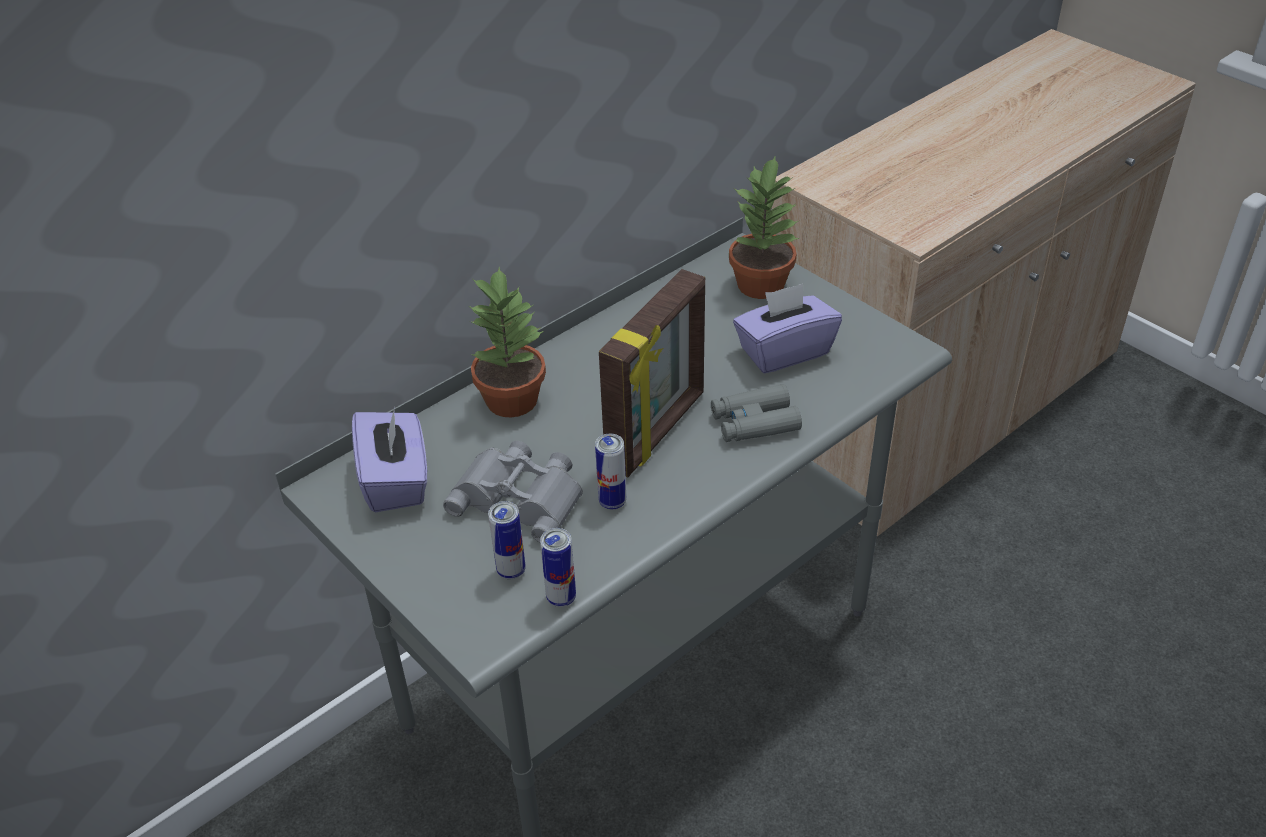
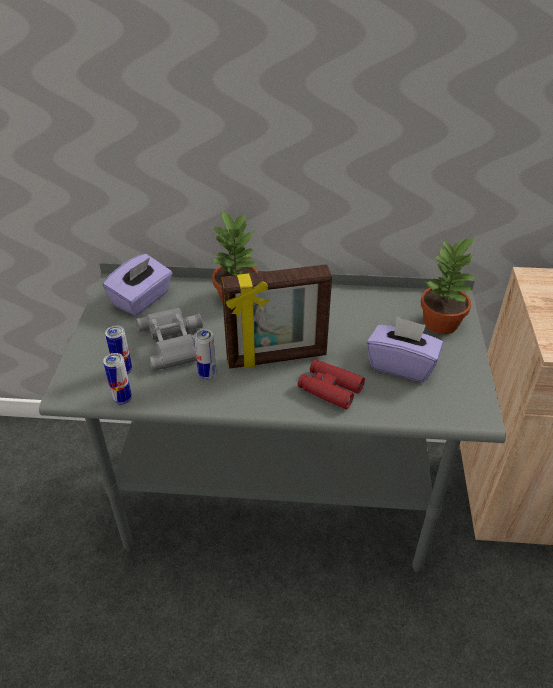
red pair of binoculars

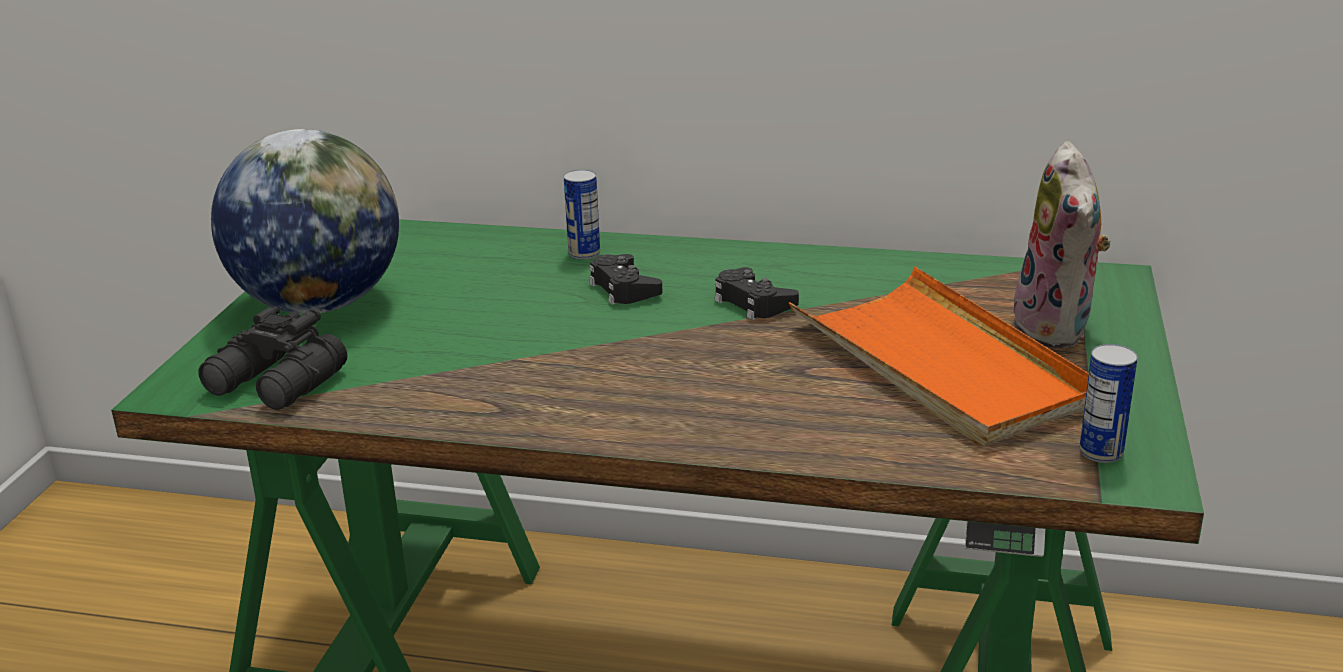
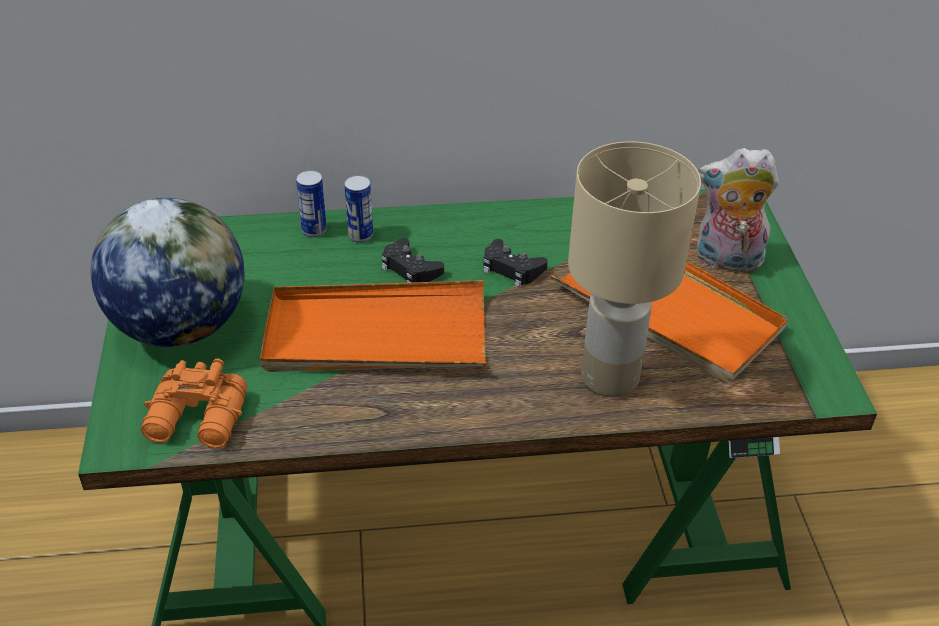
orange-coloured pair of binoculars
soft toy
metal can (1st from left)
orange-coloured serving tray (1st from left)
sand-coloured tabletop lamp

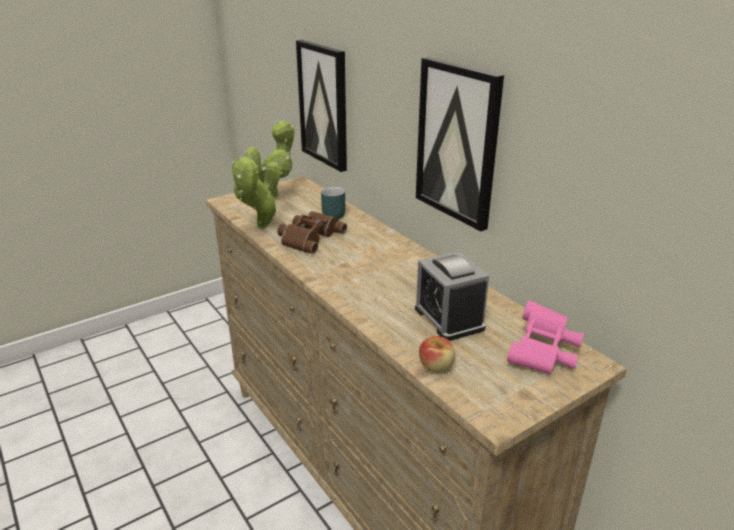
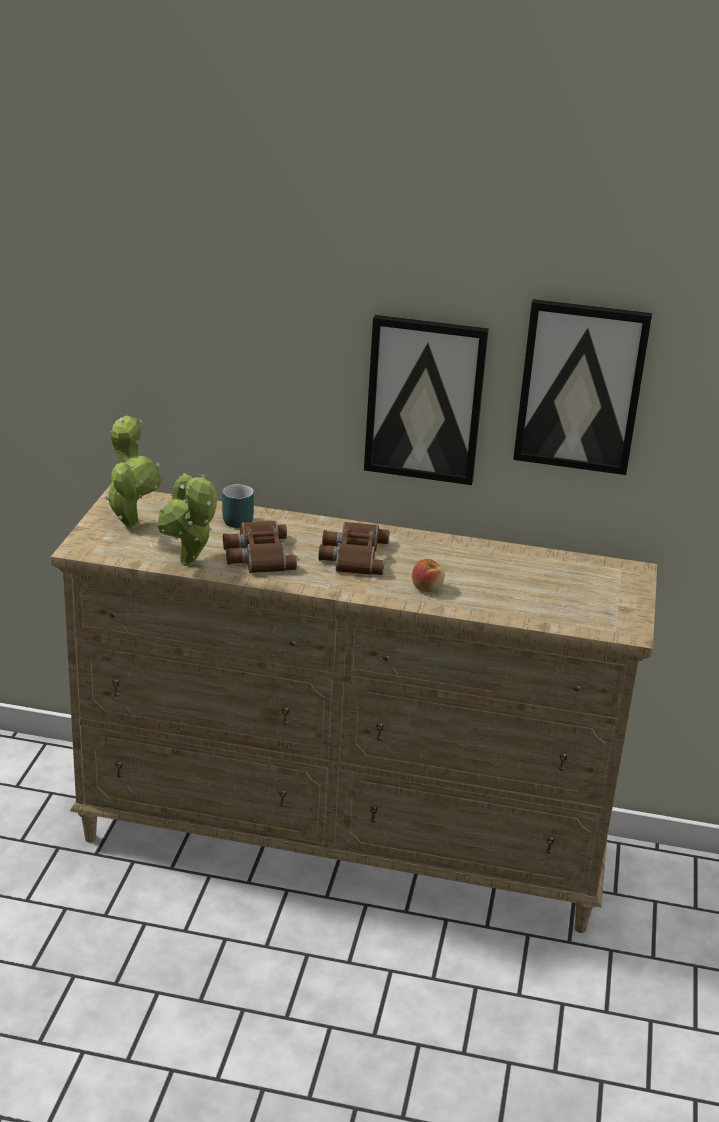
picture (2nd from left)
bedside clock
apple fruit
pink-coloured pair of binoculars
brown pair of binoculars (2nd from left)

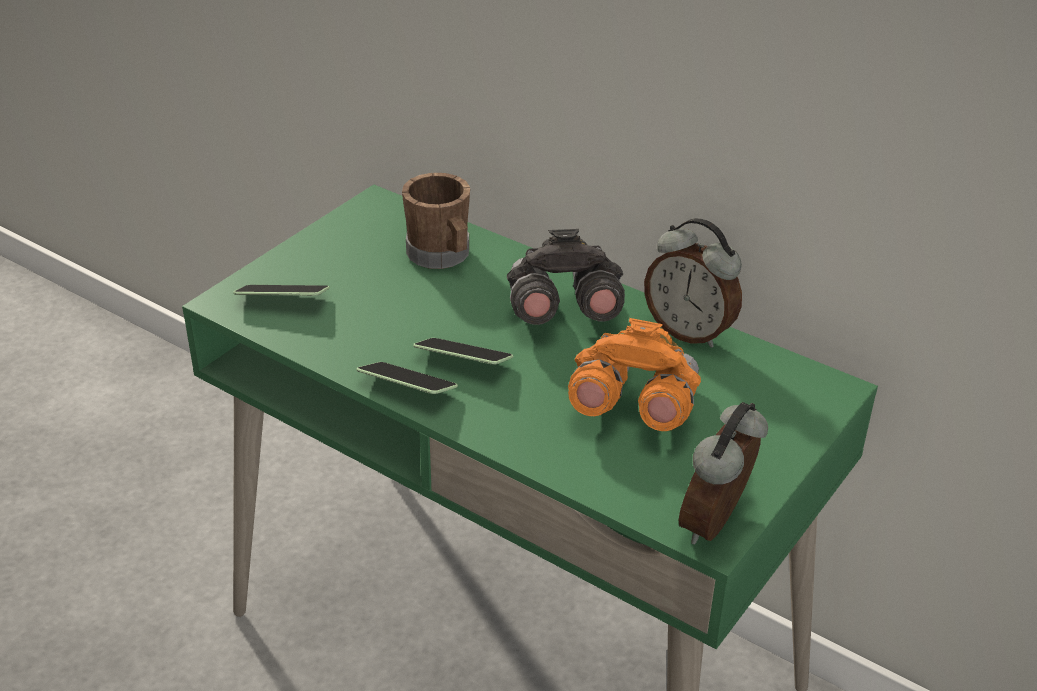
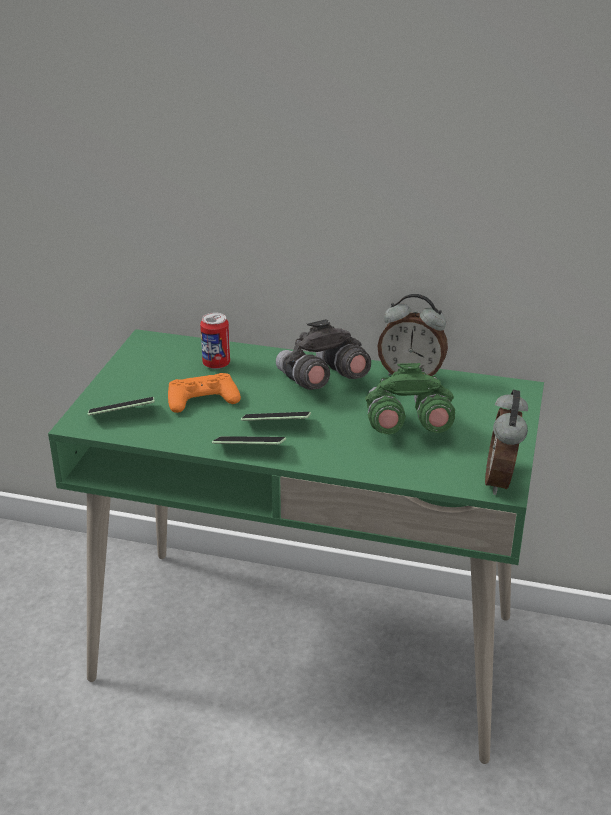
metal can
green pair of binoculars
orange-coloured gamepad

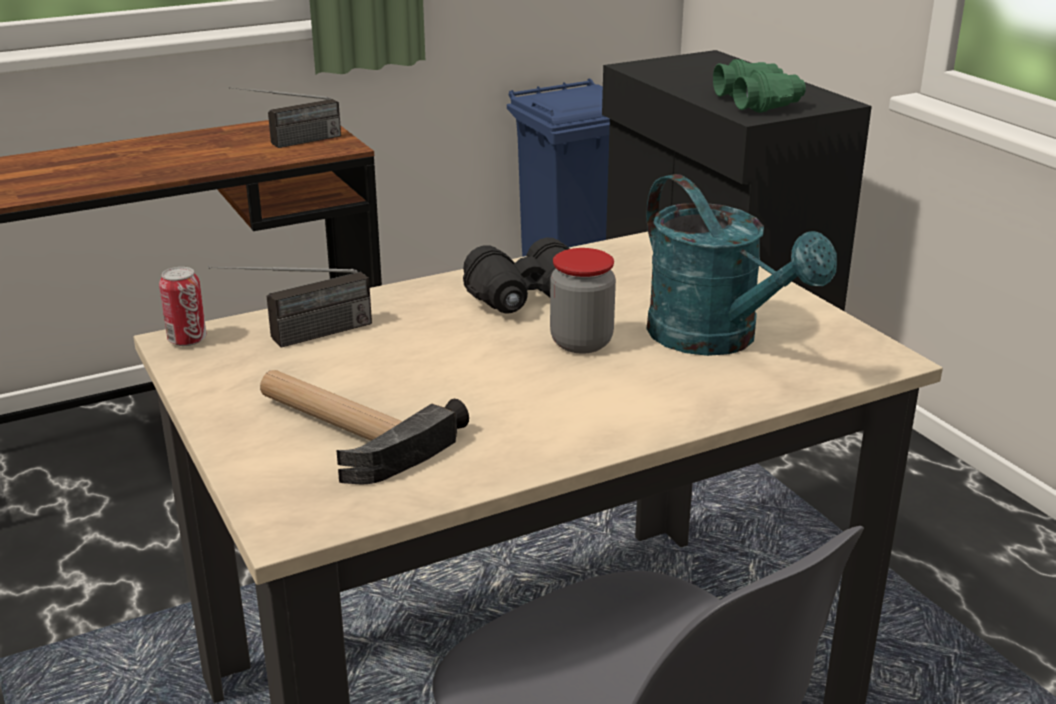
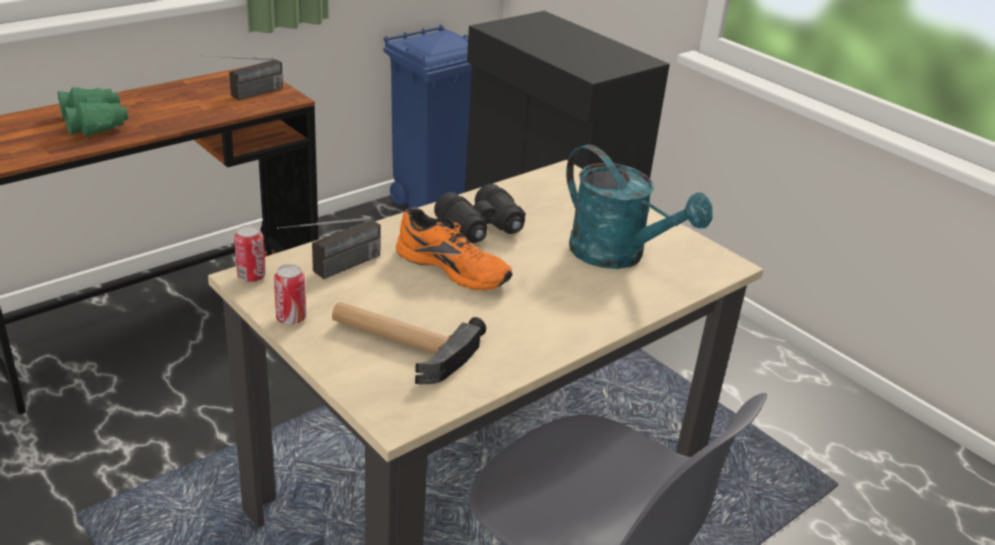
storage jar
green pair of binoculars
metal can (2nd from left)
orange-coloured item of footwear

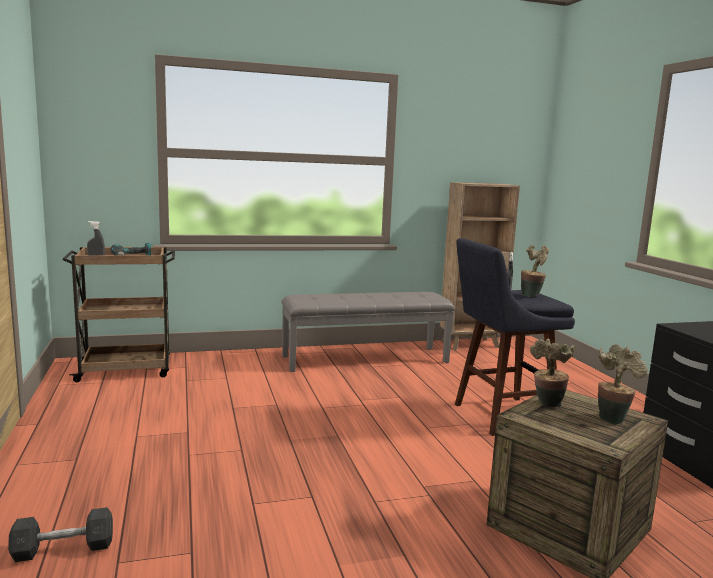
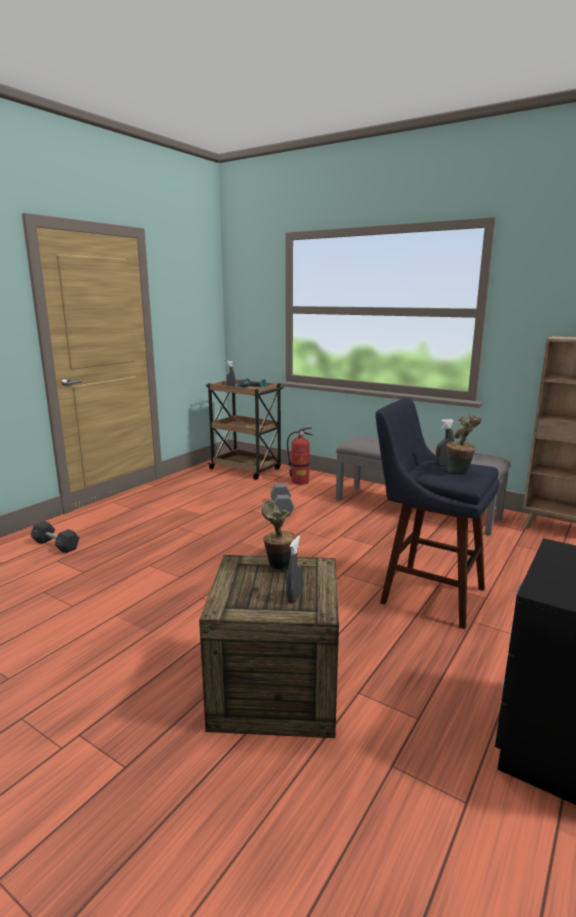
grey hand sprayer (2nd from left)
grey dumbbell (2nd from left)
fire extinguisher

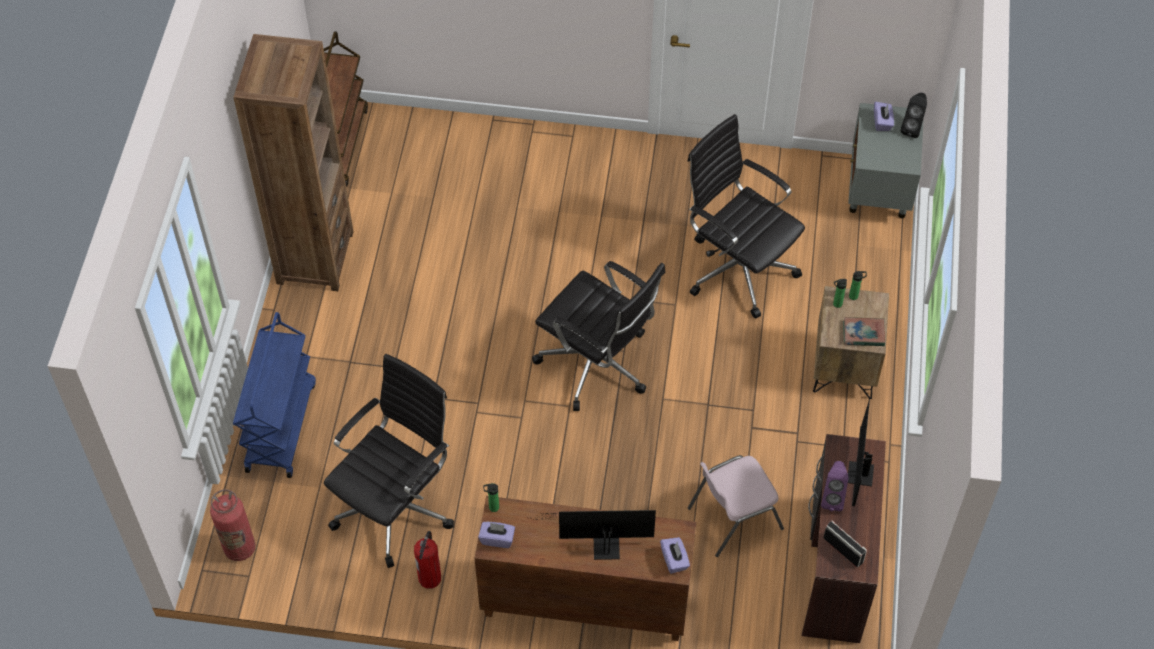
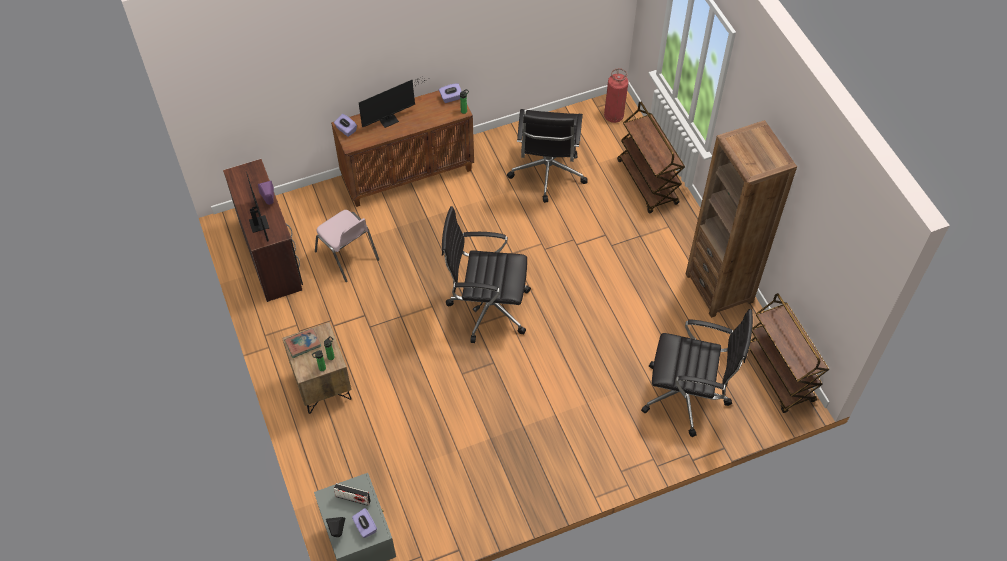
brown cart (1st from left)
fire extinguisher (2nd from left in the first image)
black-coloured computer chair (3rd from left)
pink-coloured plain chair
radio set

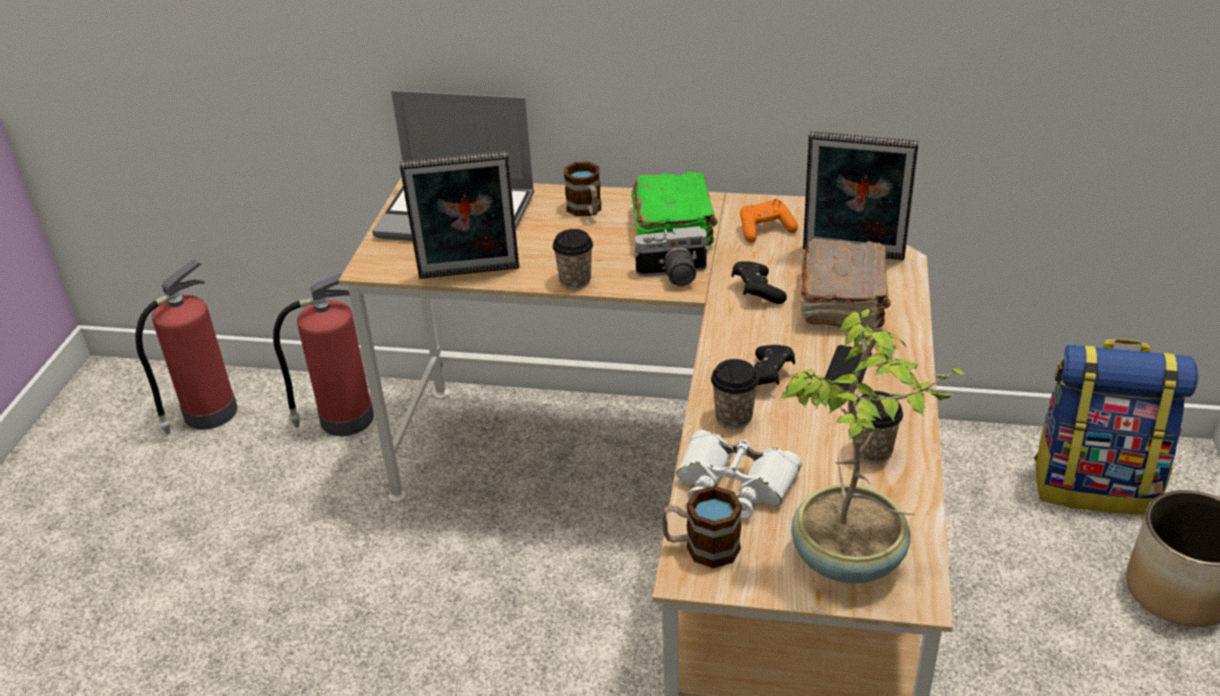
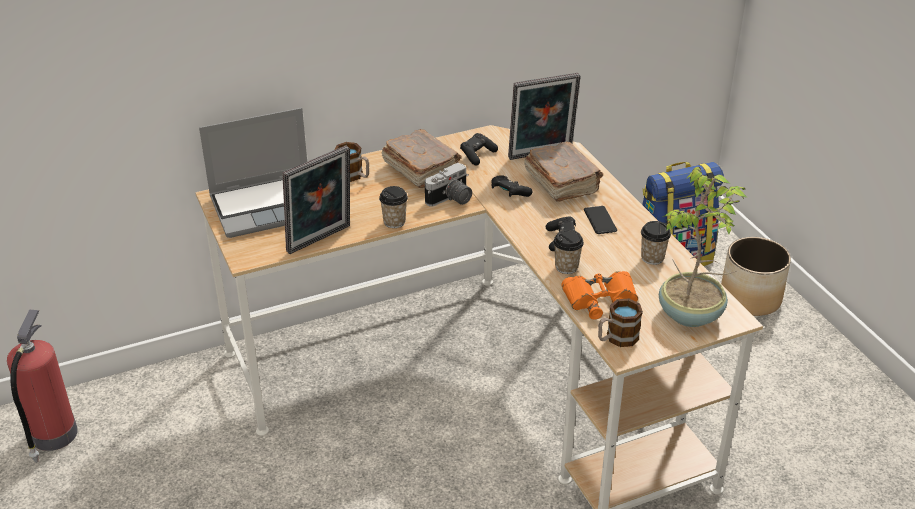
fire extinguisher (2nd from left in the first image)
brown book (1st from left)
orange-coloured pair of binoculars
black-coloured gamepad (1st from left)

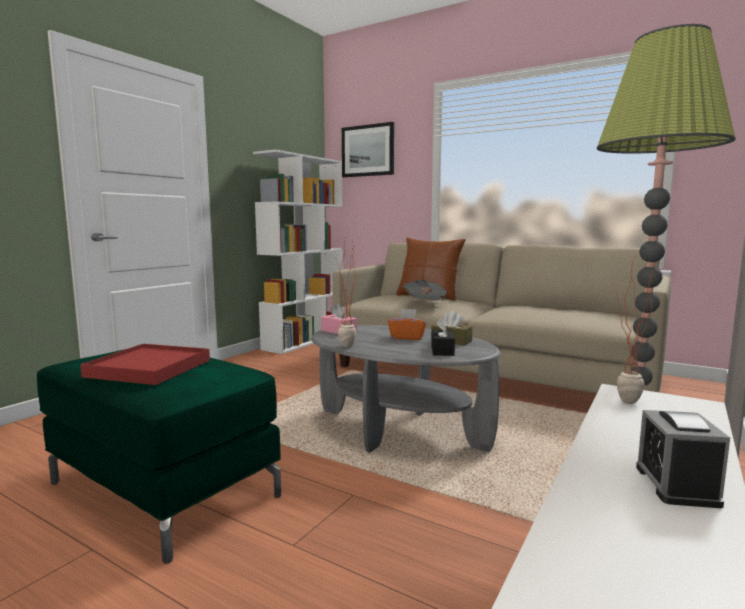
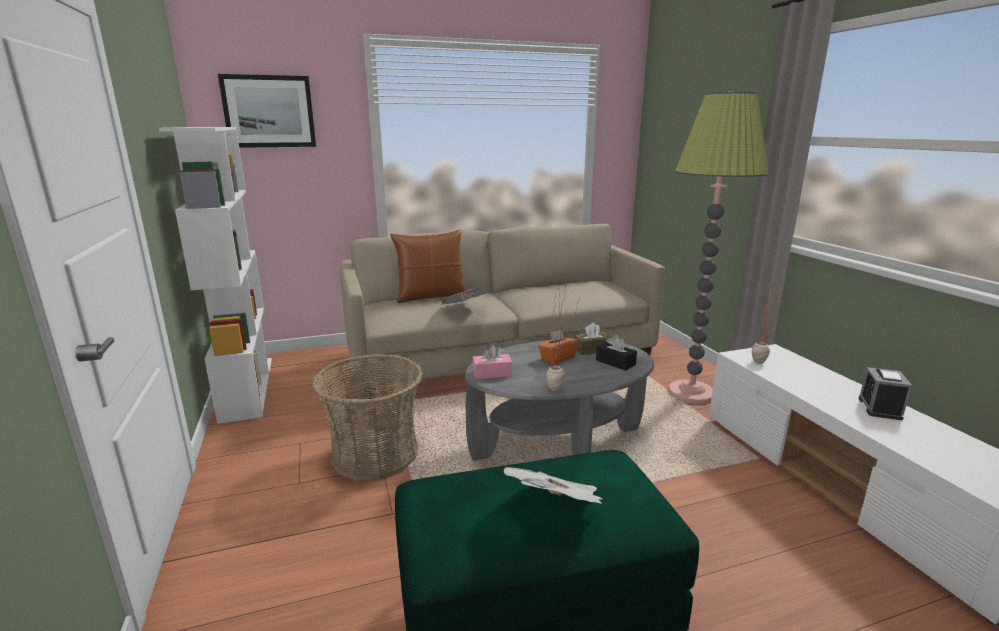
newspaper (2nd from left)
bedside clock
storage basket

